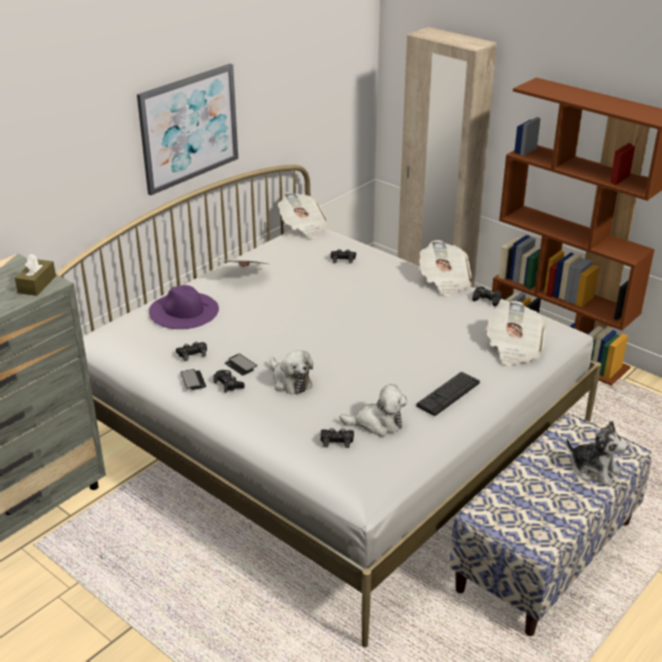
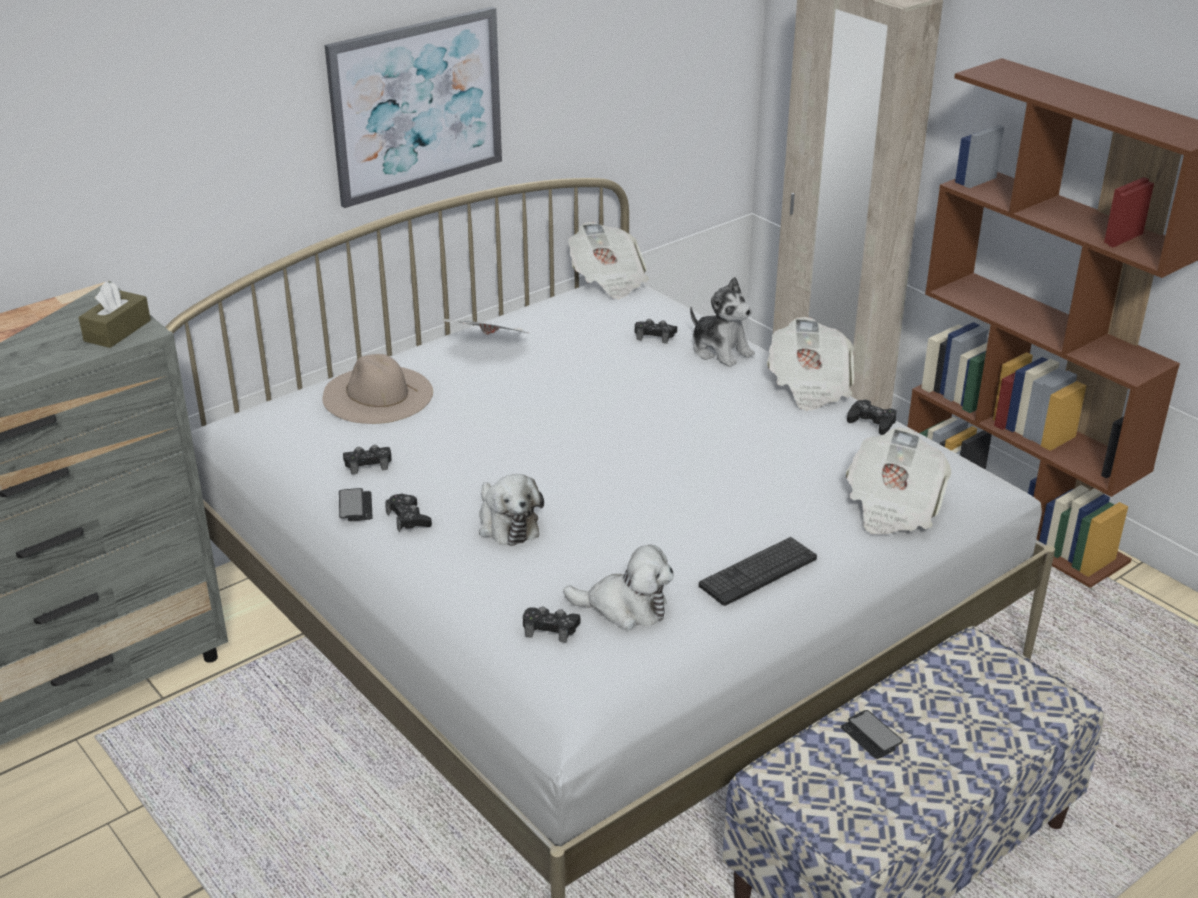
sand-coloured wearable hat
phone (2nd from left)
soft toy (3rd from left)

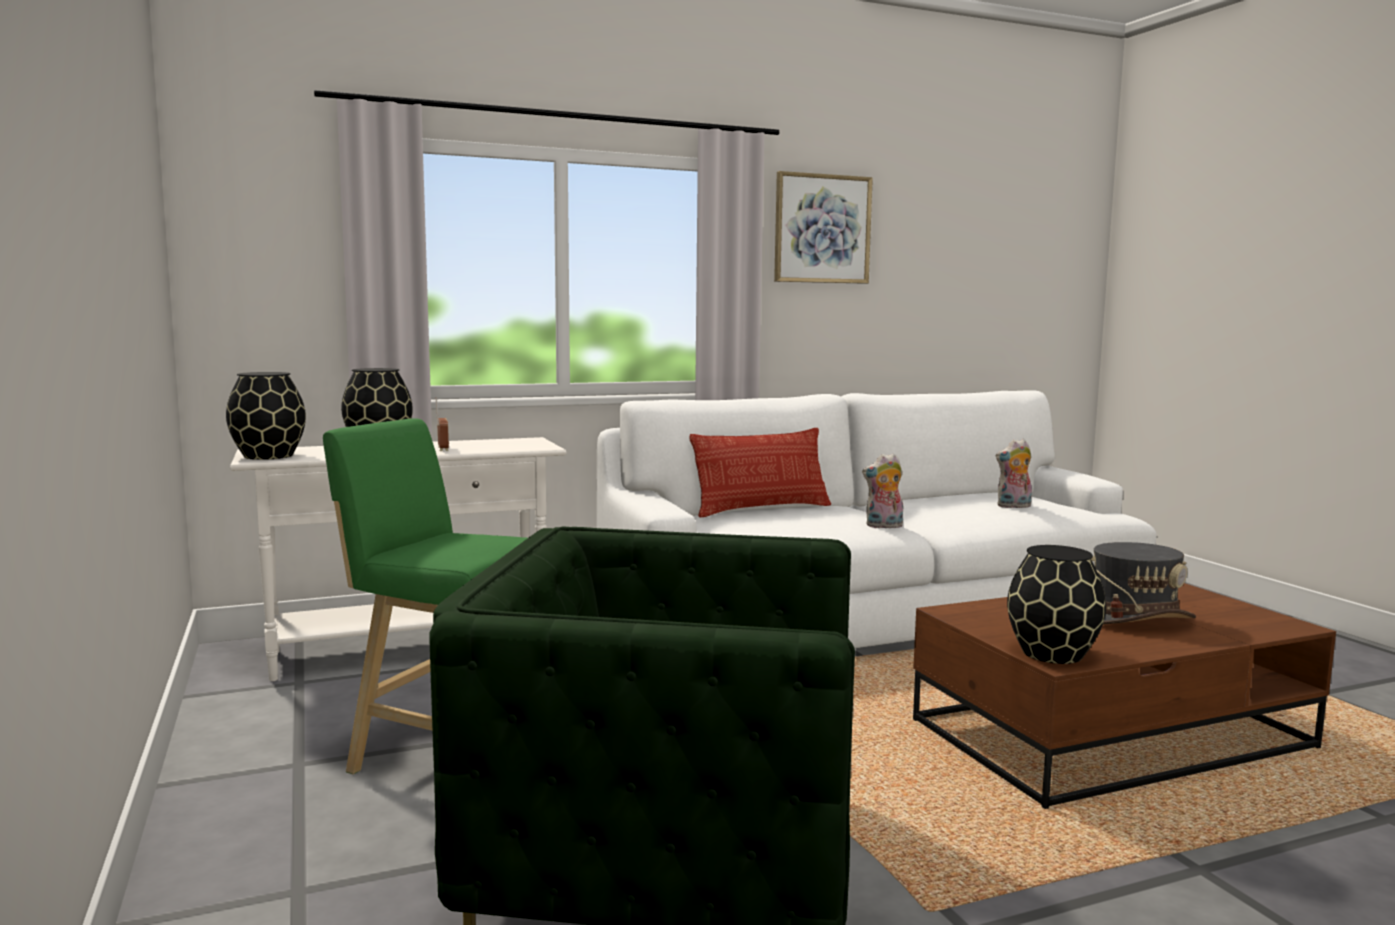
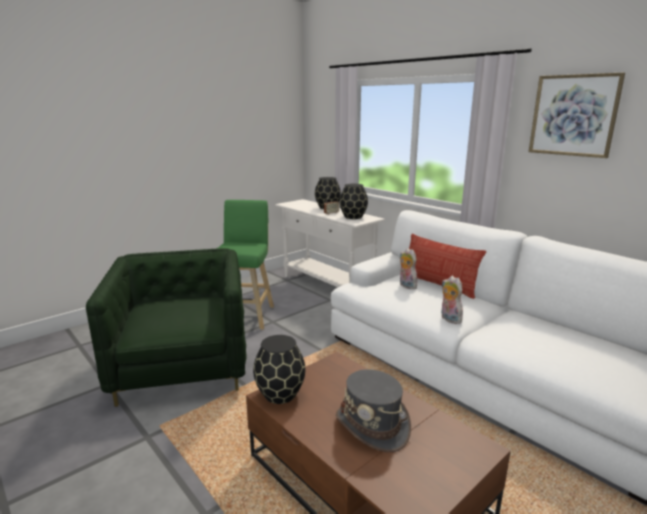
black-coloured vase (3rd from left)
soft toy (1st from left)

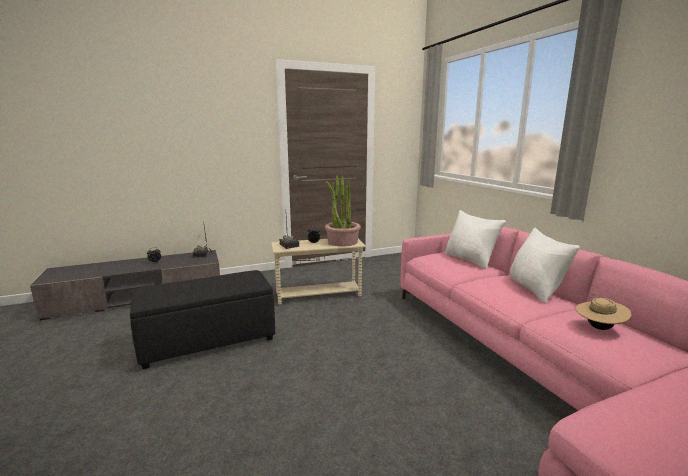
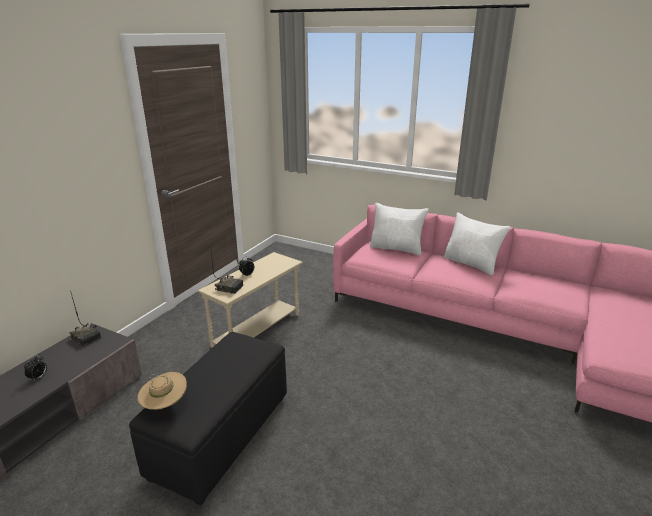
houseplant
sand-coloured wearable hat

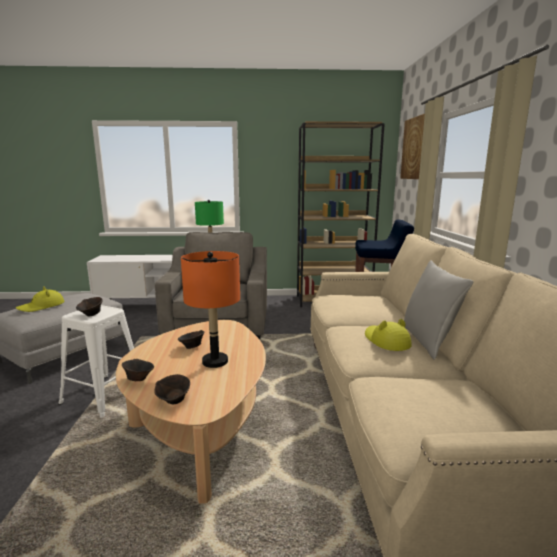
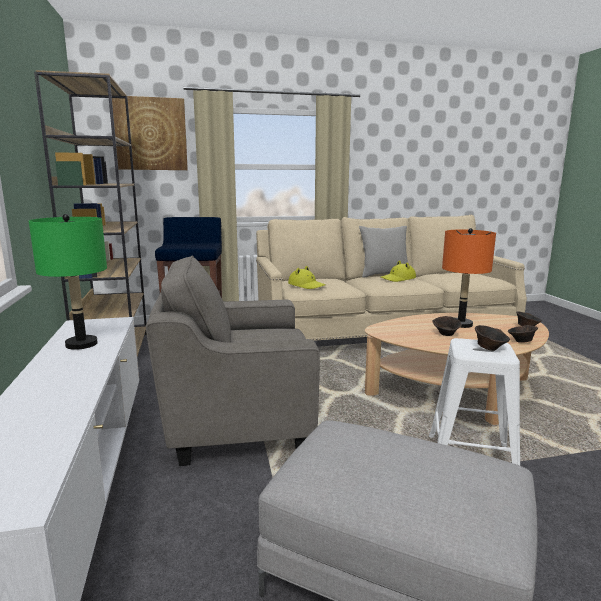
yellow-coloured wearable hat (1st from left)

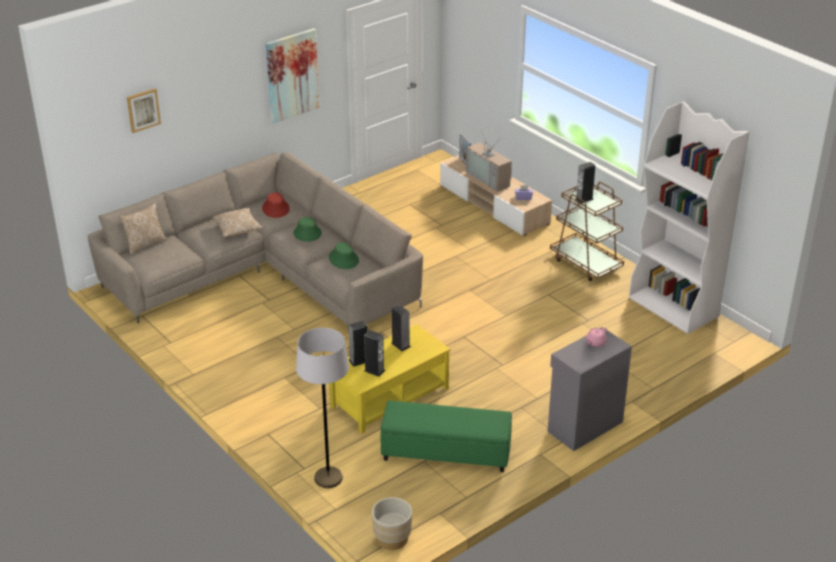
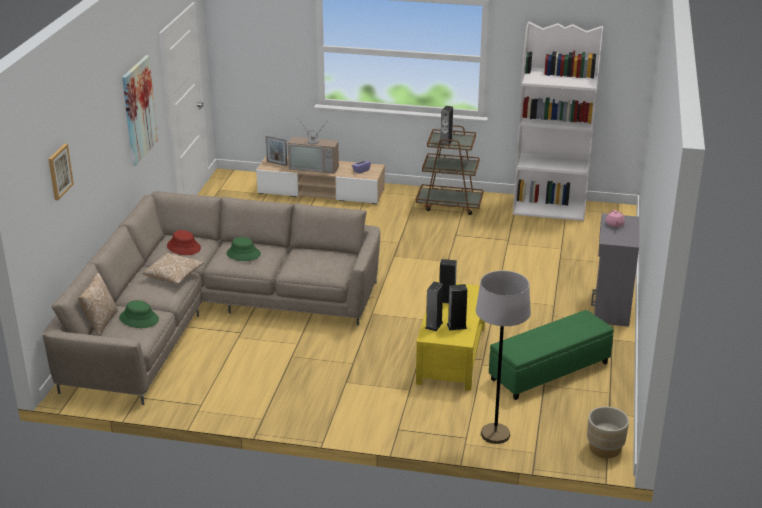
green wearable hat (1st from left)

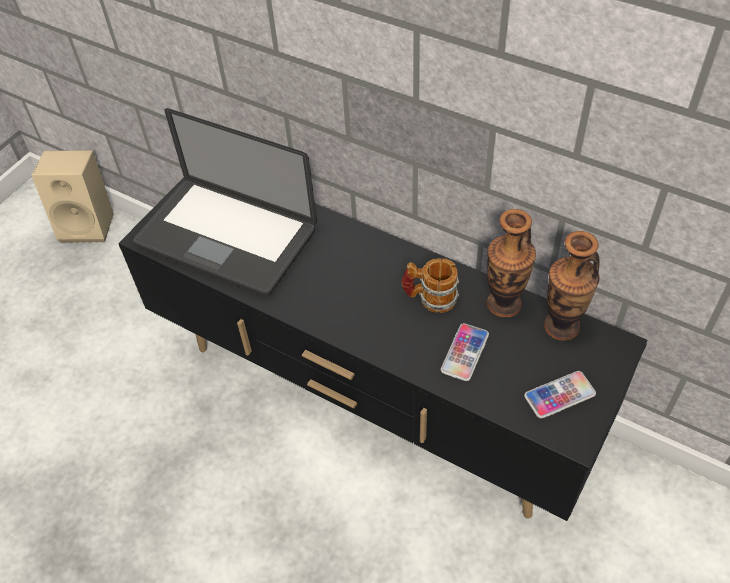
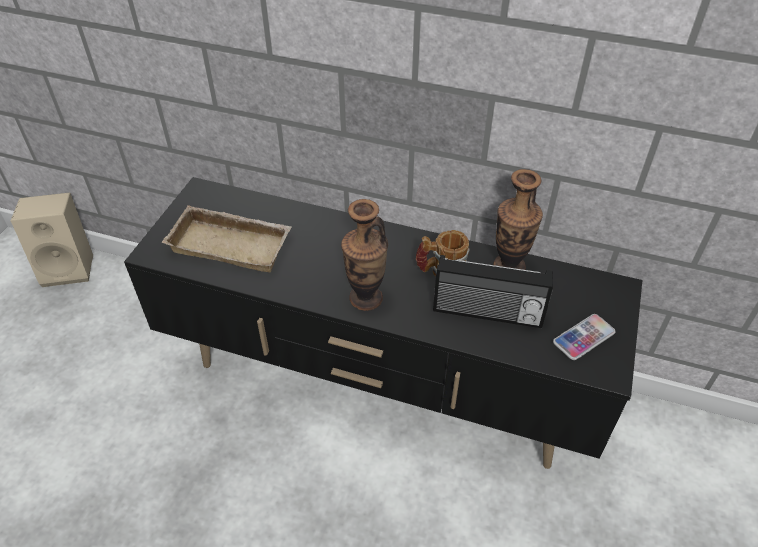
sand-coloured serving tray
radio set
vase (1st from left)

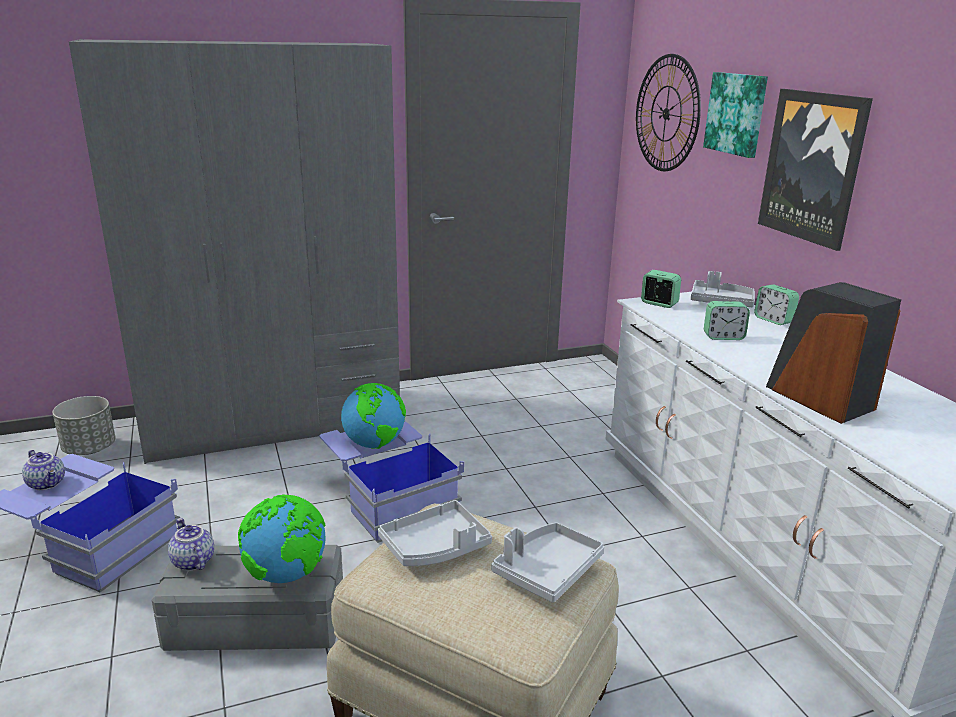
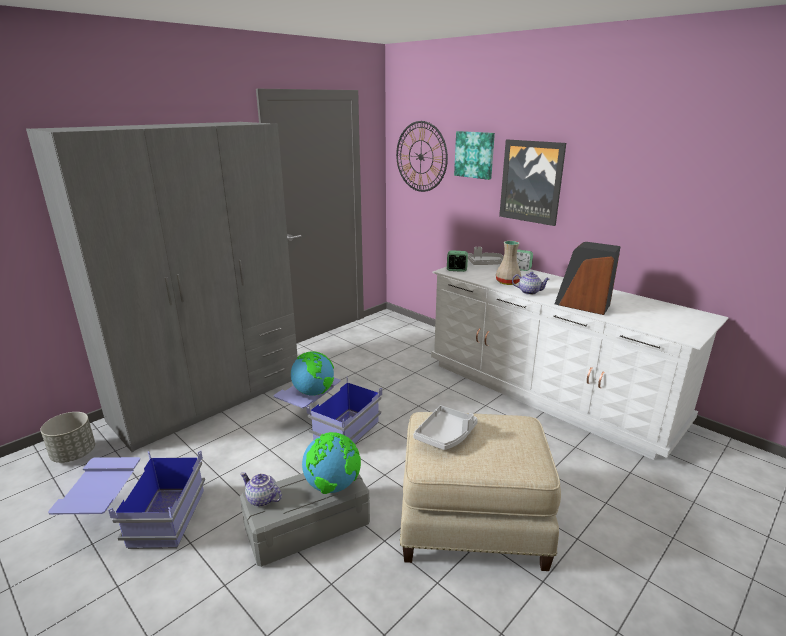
teapot (2nd from left)
grey serving tray (2nd from left in the first image)
sand-coloured vase

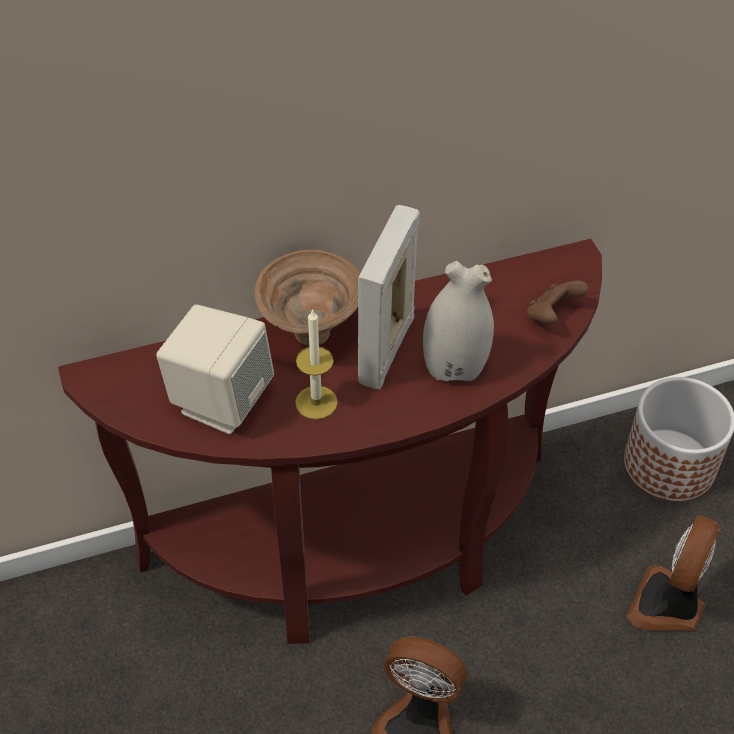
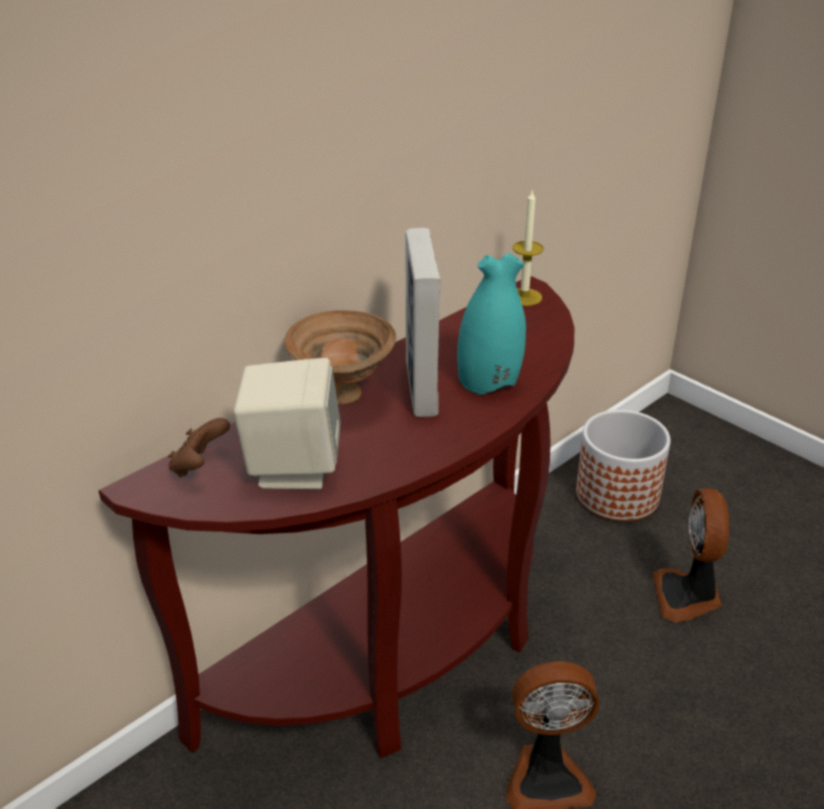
candle
blue-green vase
brown gamepad

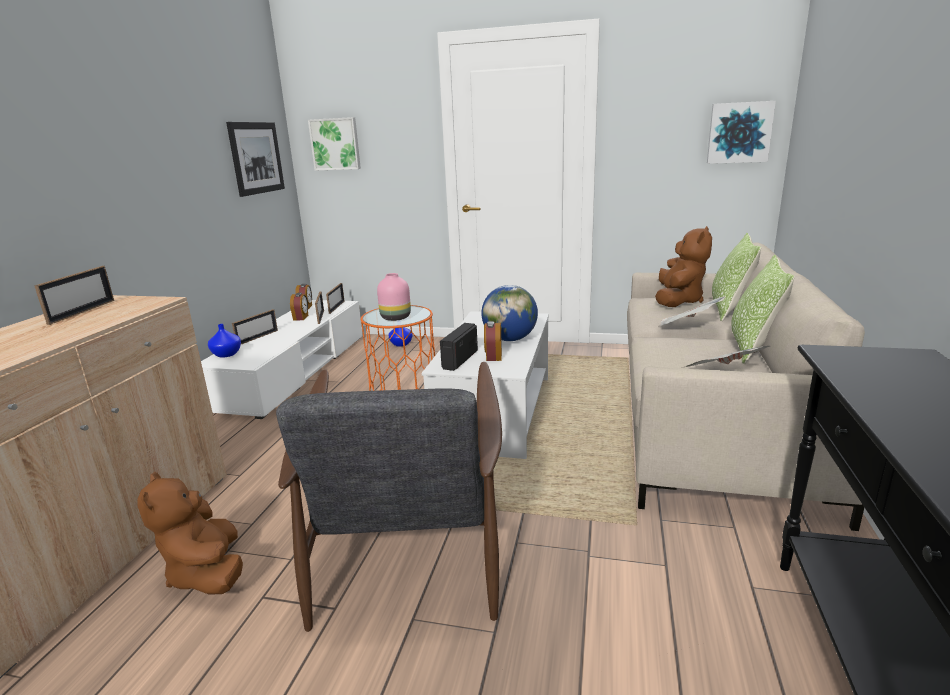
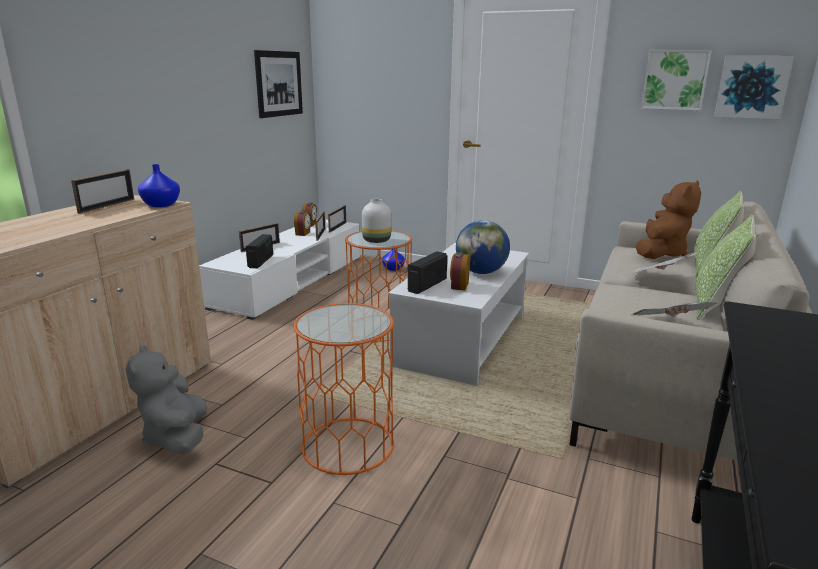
grey soft toy
blue vase (1st from left)
orange-coloured end table (1st from left)
picture (2nd from left)
whitish vase
radio set (1st from left)

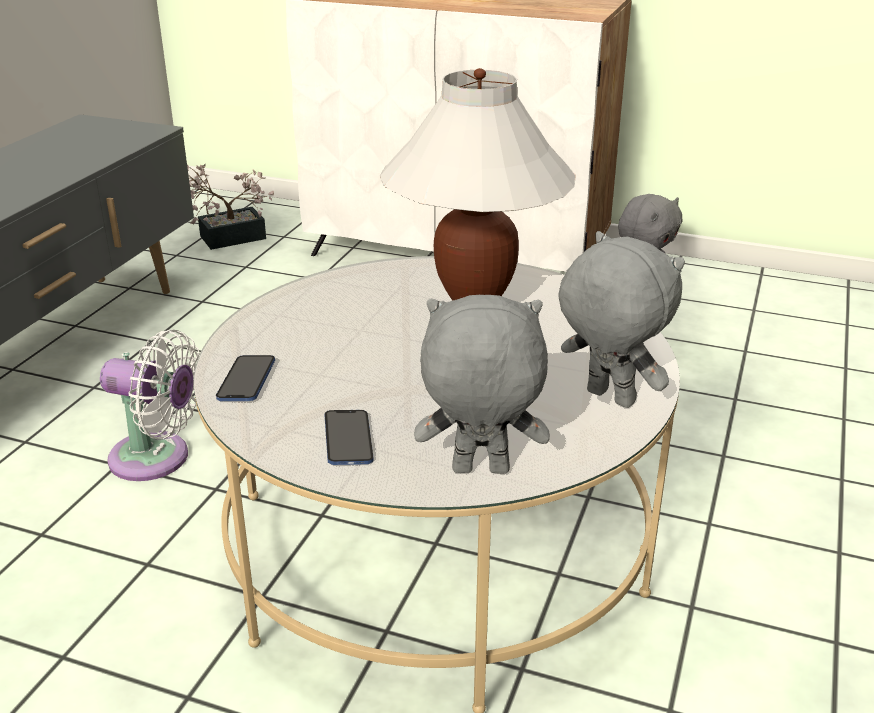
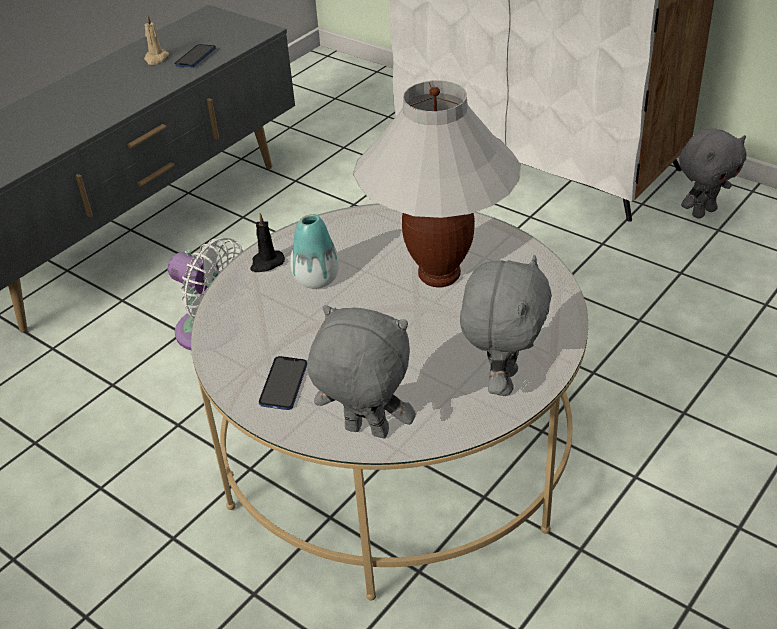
houseplant
phone (1st from left)
grey soft toy (2nd from left)
sand-coloured candle
black-coloured candle
vase

